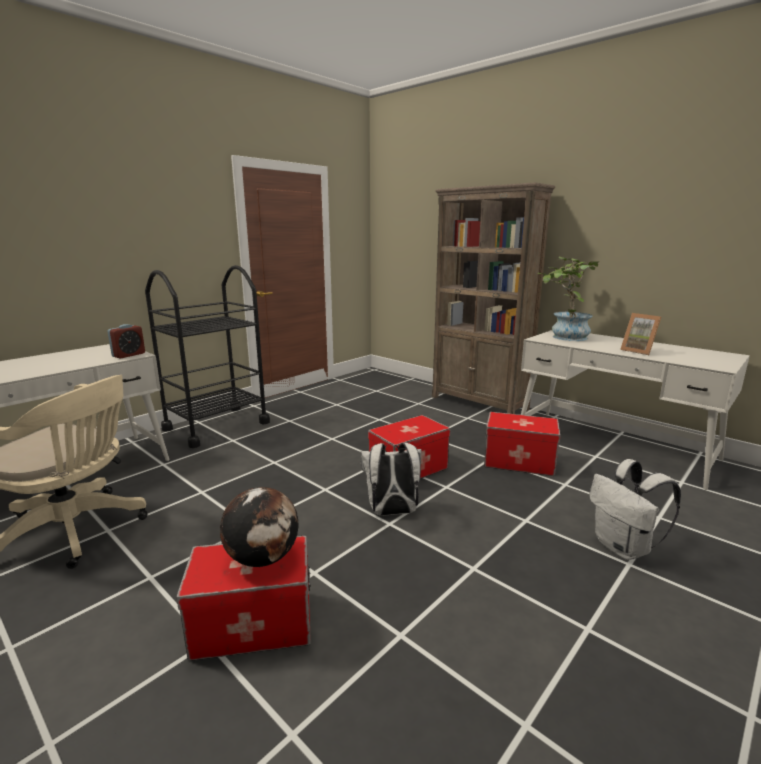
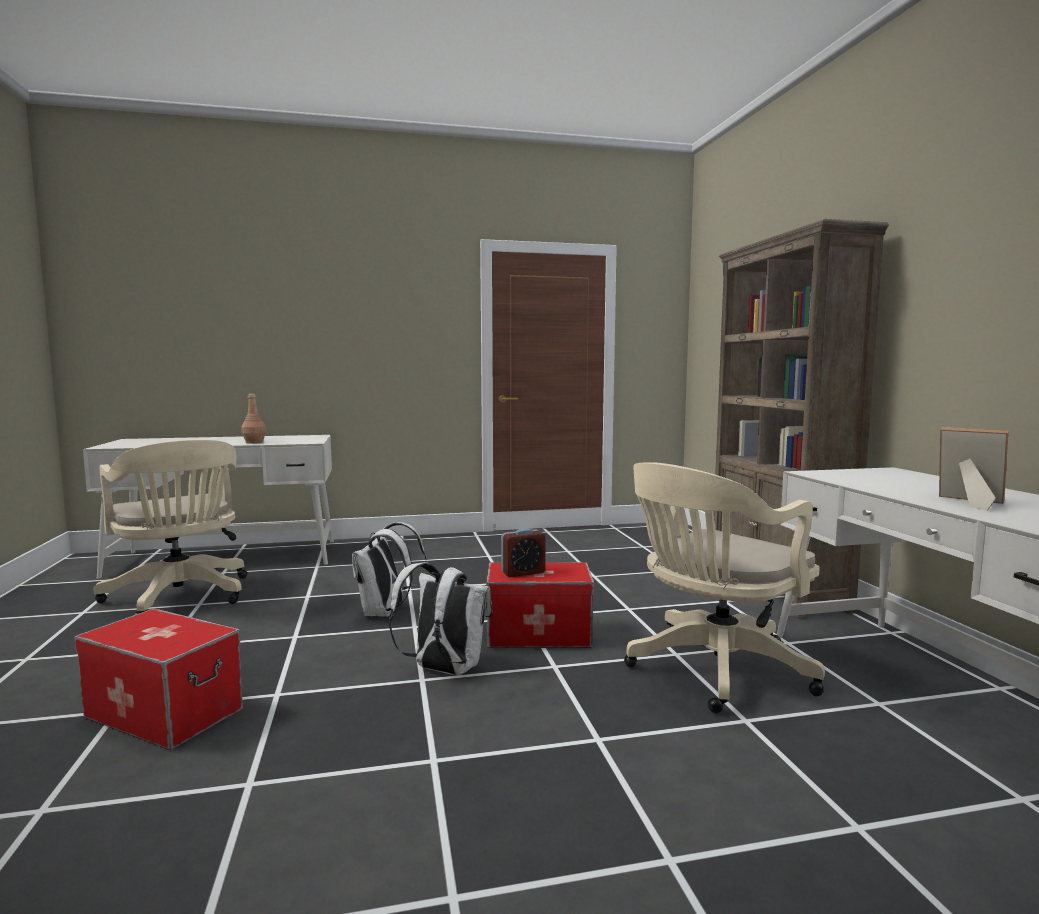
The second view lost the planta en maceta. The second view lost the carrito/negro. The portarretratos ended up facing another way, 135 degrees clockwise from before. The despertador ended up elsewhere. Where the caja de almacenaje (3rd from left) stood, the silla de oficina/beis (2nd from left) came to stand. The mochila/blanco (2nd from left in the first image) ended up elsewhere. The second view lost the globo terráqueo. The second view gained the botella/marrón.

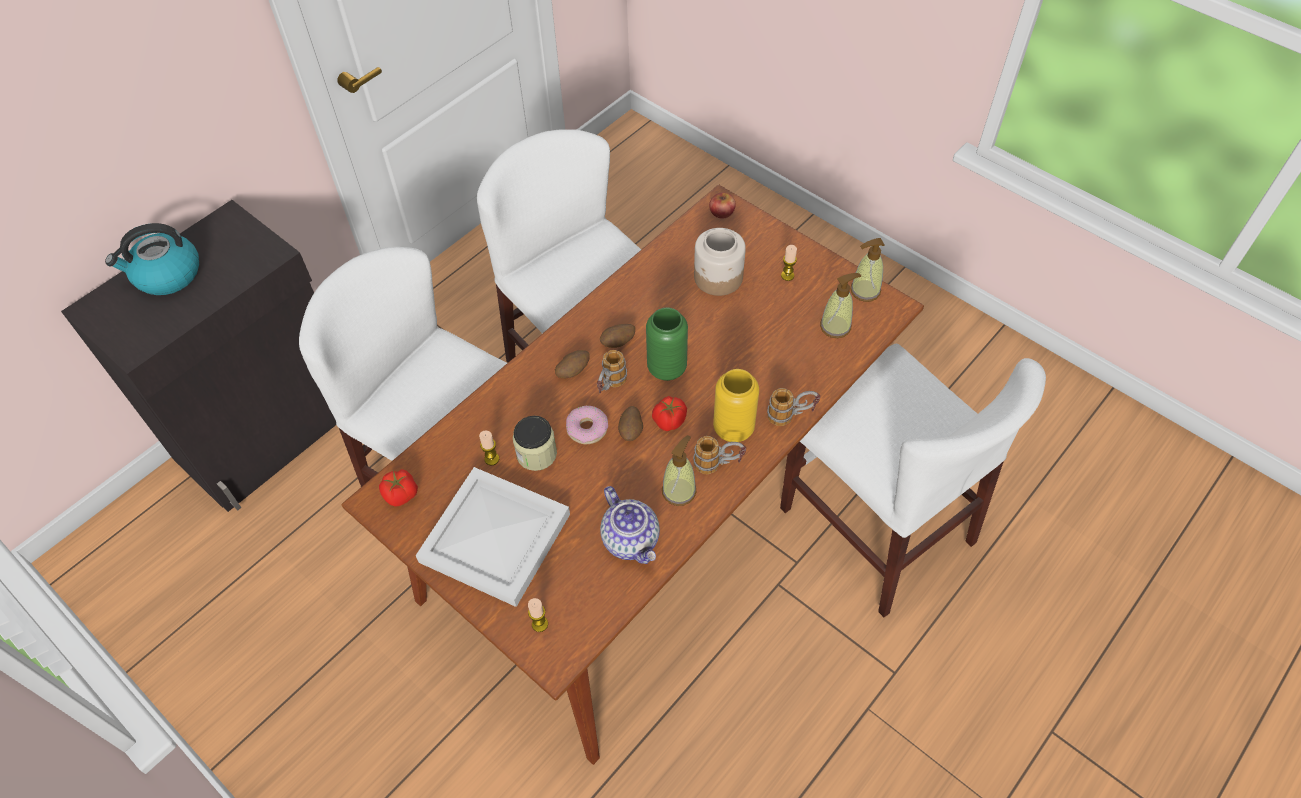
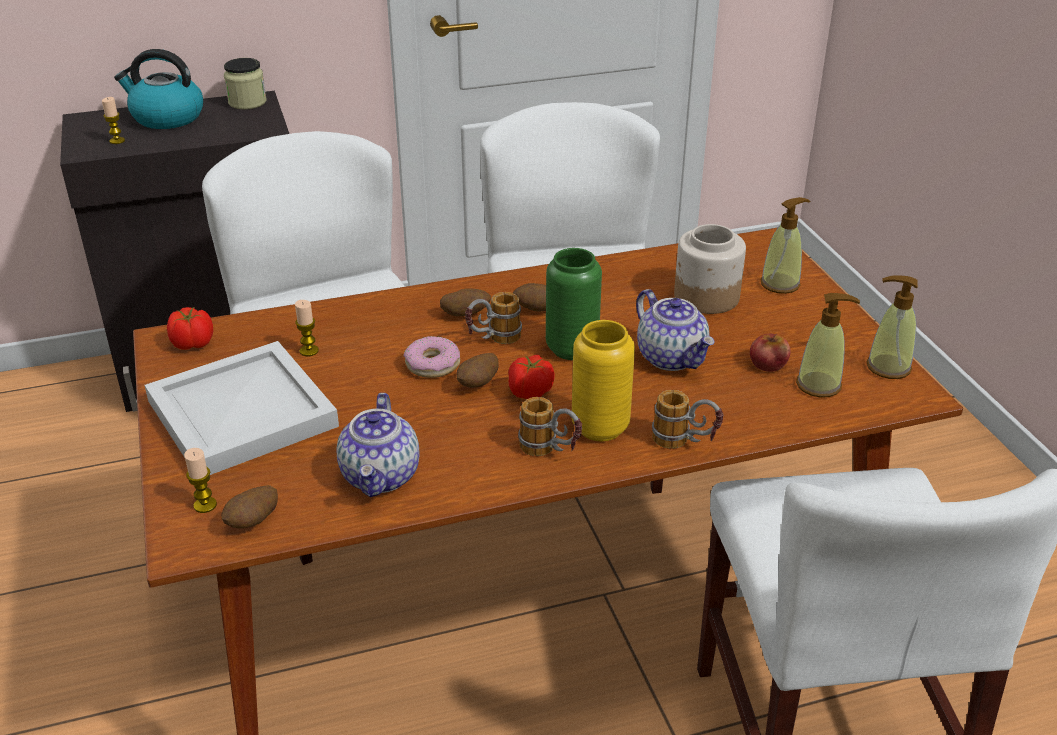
The manzana ended up elsewhere. The vela (3rd from left in the first image) ended up elsewhere. The tarro (1st from left) ended up elsewhere. The dispensador de jabón (1st from left) ended up elsewhere. The second view gained the tetera (2nd from left). The second view gained the patata (1st from left).

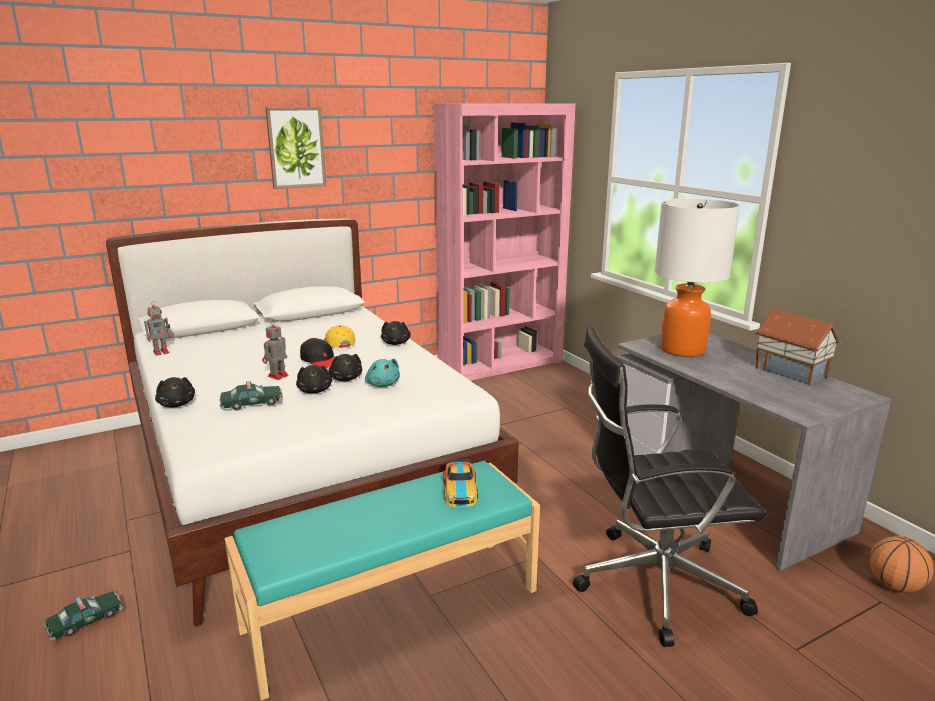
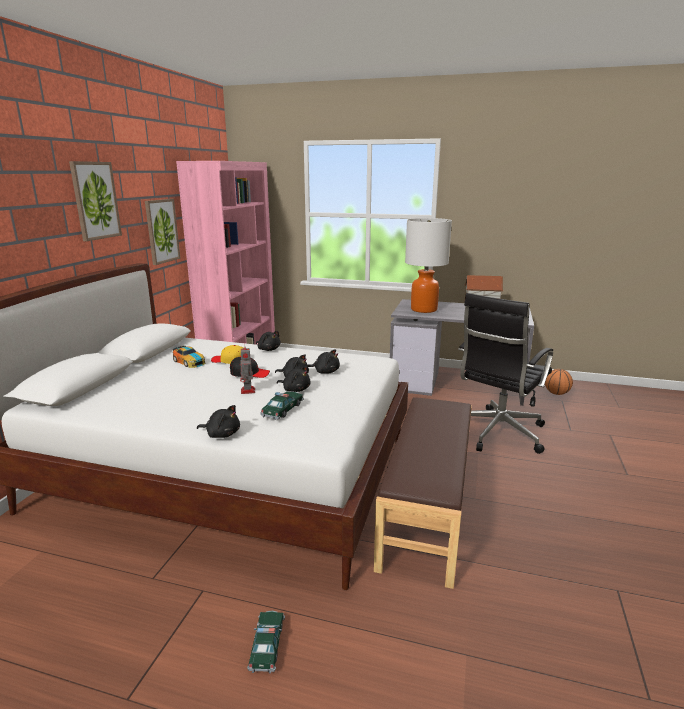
The second view lost the robot de juguete (1st from left). What was the peluche/turquesa turned into the peluche/negro (5th from left). The coche de juguete (3rd from left in the first image) ended up elsewhere. What was the banco/turquesa turned into the banco/marrón. The second view gained the cuadro (2nd from left).

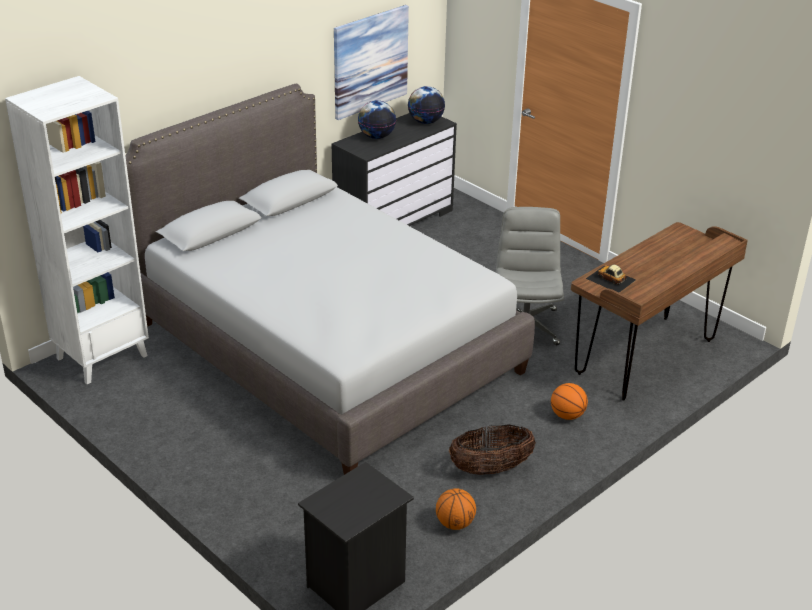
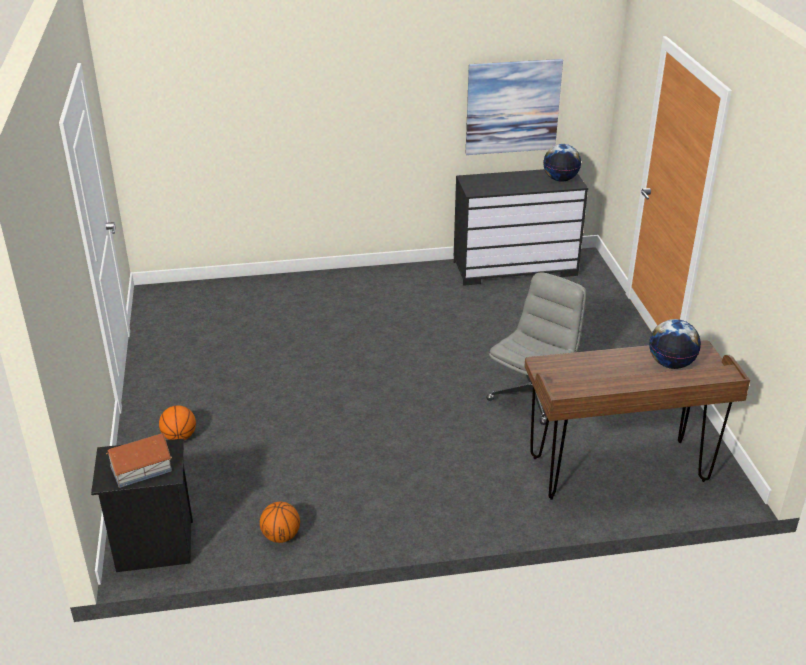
The second view lost the estantería/blanco. The second view lost the cama/gris. The globo terráqueo (1st from left in the first image) ended up elsewhere. The second view lost the coche de juguete. The balón de baloncesto (2nd from left in the first image) ended up elsewhere. The second view lost the cesta. The second view gained the casita.

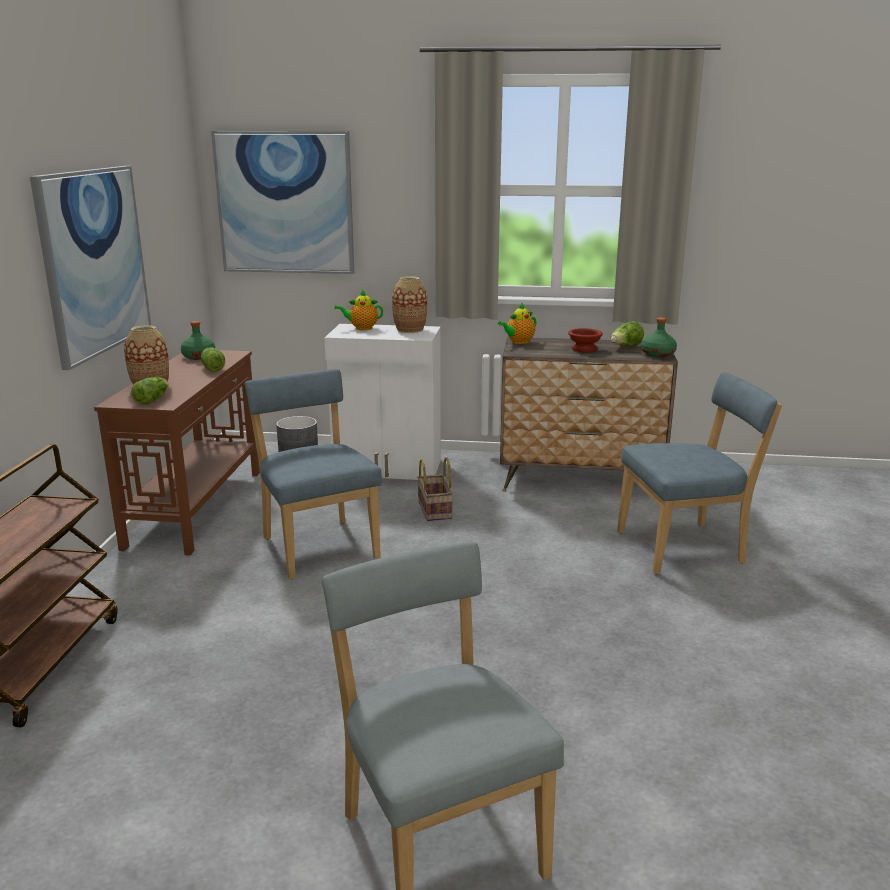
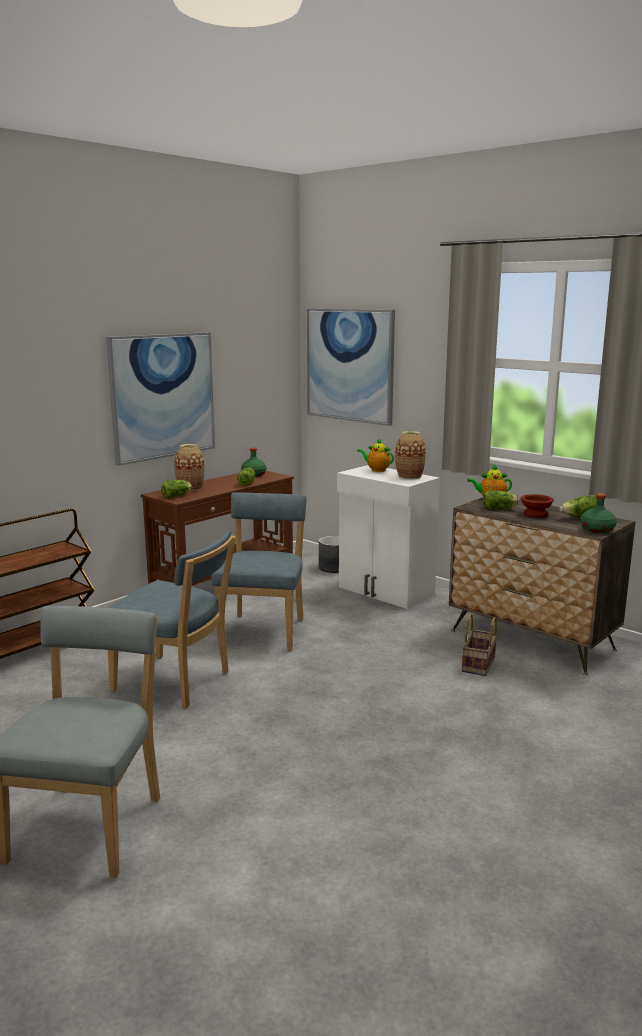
The silla/azul (2nd from left in the first image) ended up elsewhere. The cesta ended up elsewhere. The second view gained the lechuga (3rd from left).

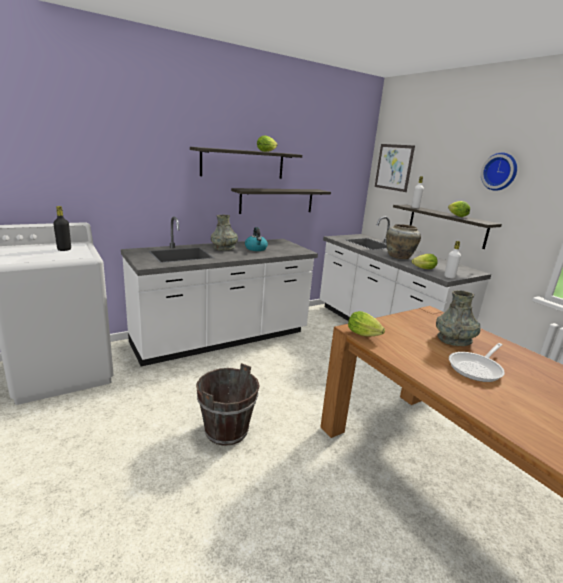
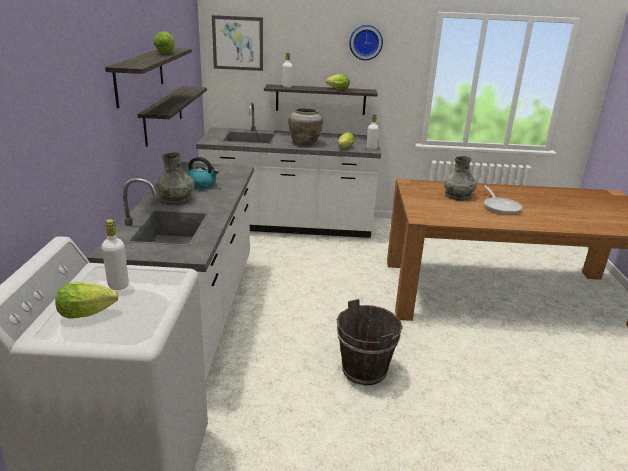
What was the botella/negro turned into the botella/blanco (1st from left). The lechuga (2nd from left in the first image) ended up elsewhere.

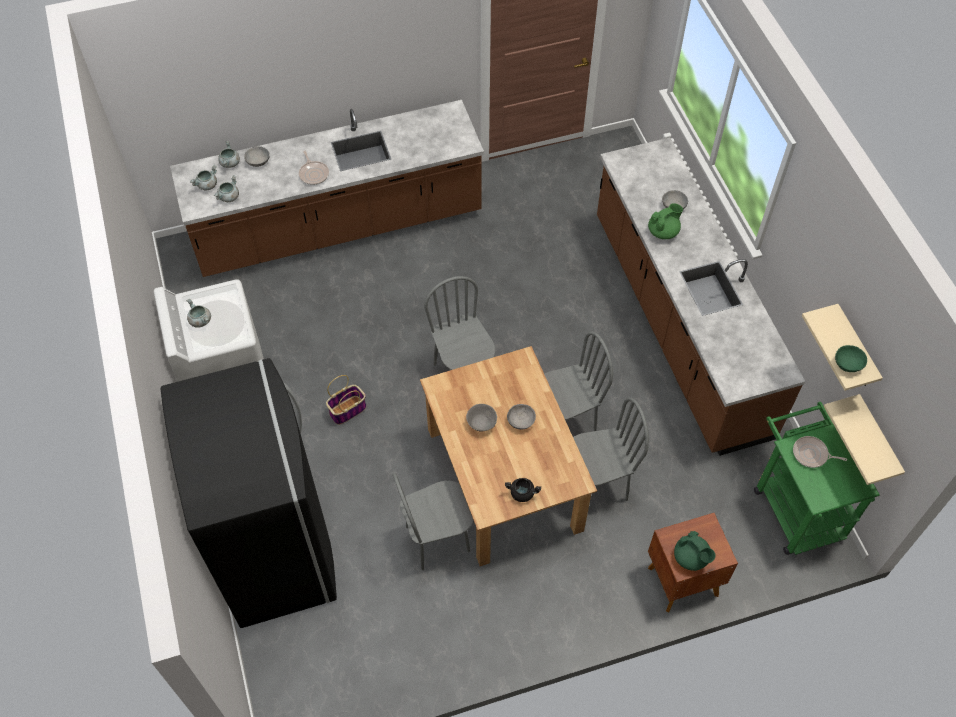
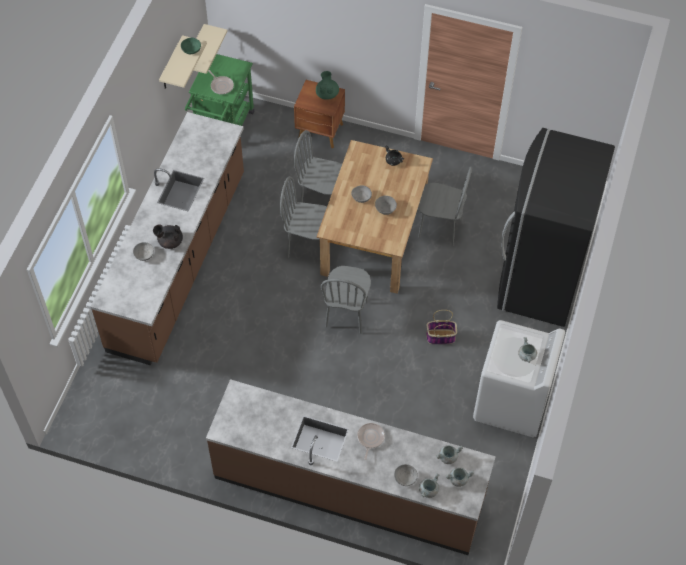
What was the tetera/verde (1st from left) turned into the tetera/negro.

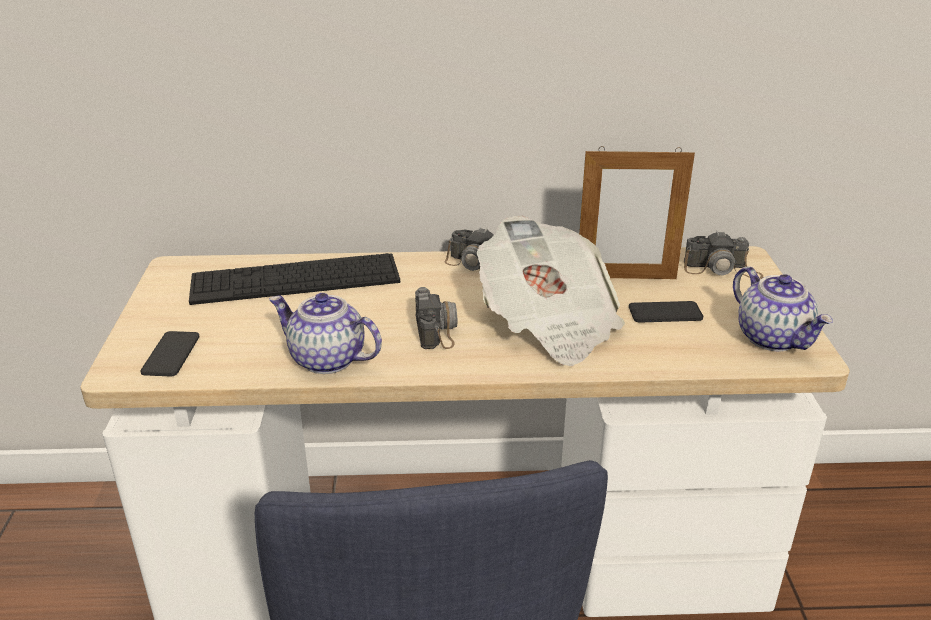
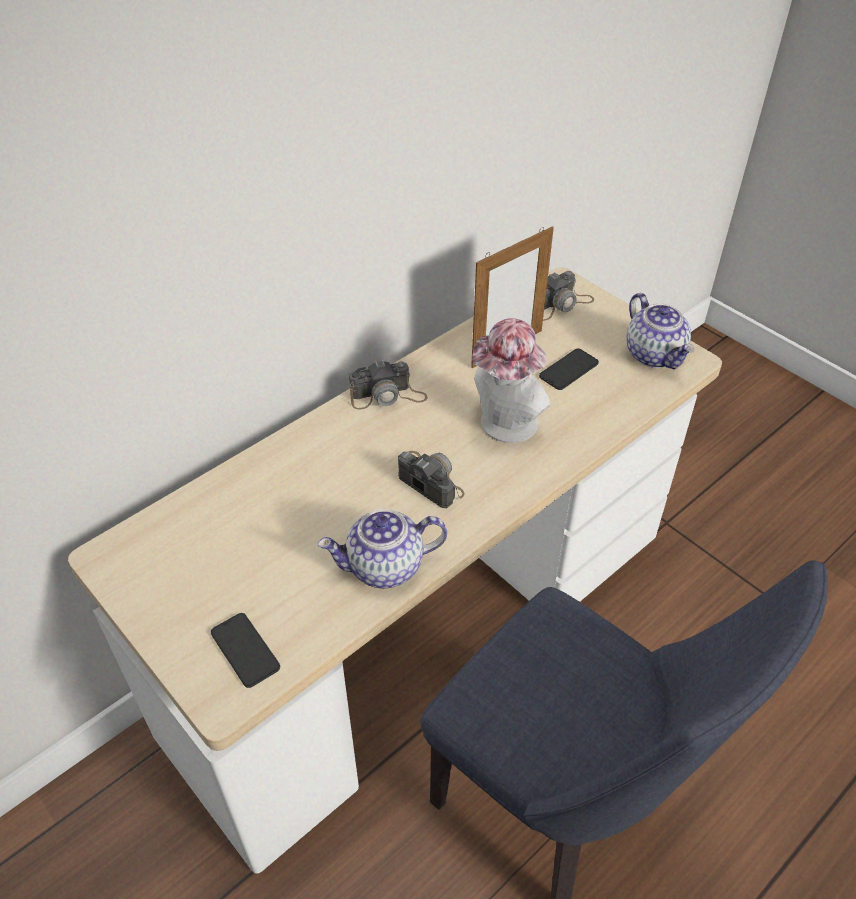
Where the periódico stood, the sombrero came to stand. The second view lost the teclado. The tetera (2nd from left) ended up facing another way, 45 degrees clockwise from before.

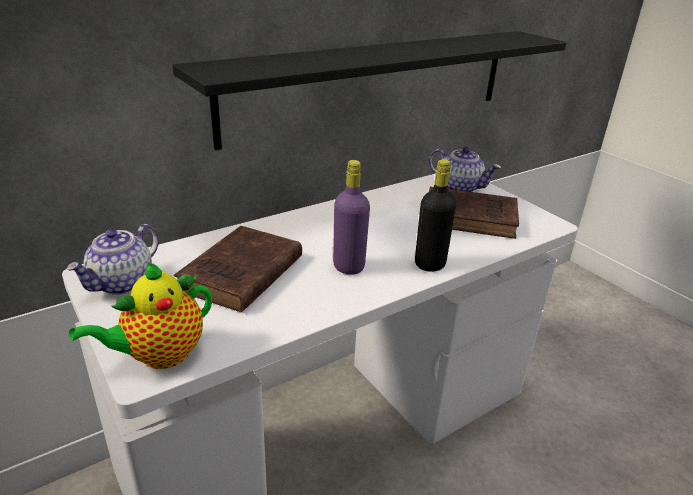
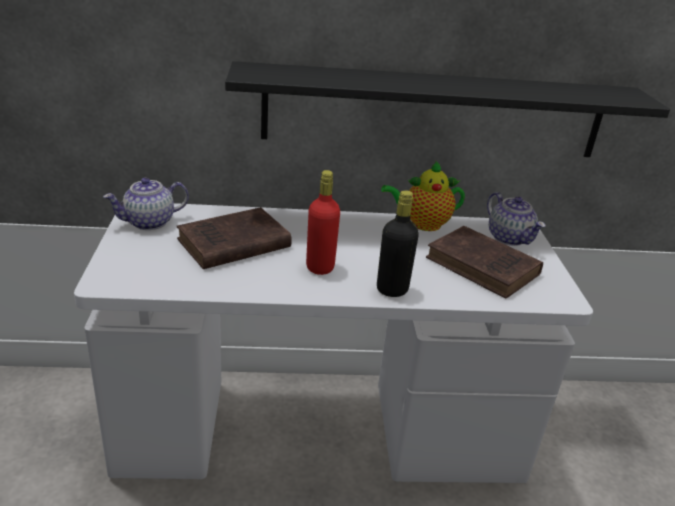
What was the botella/morado turned into the botella/rojo. The tetera (2nd from left) ended up elsewhere.

